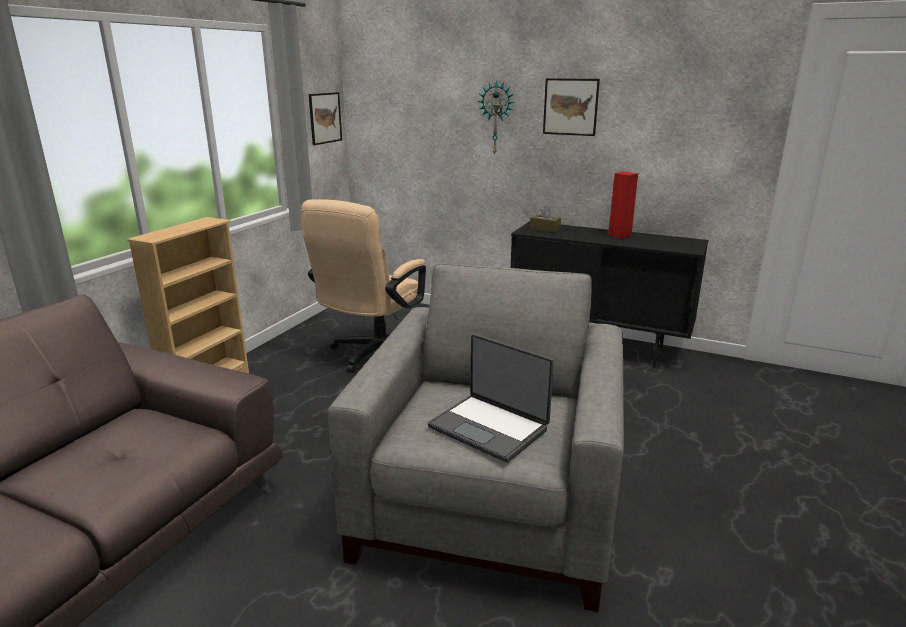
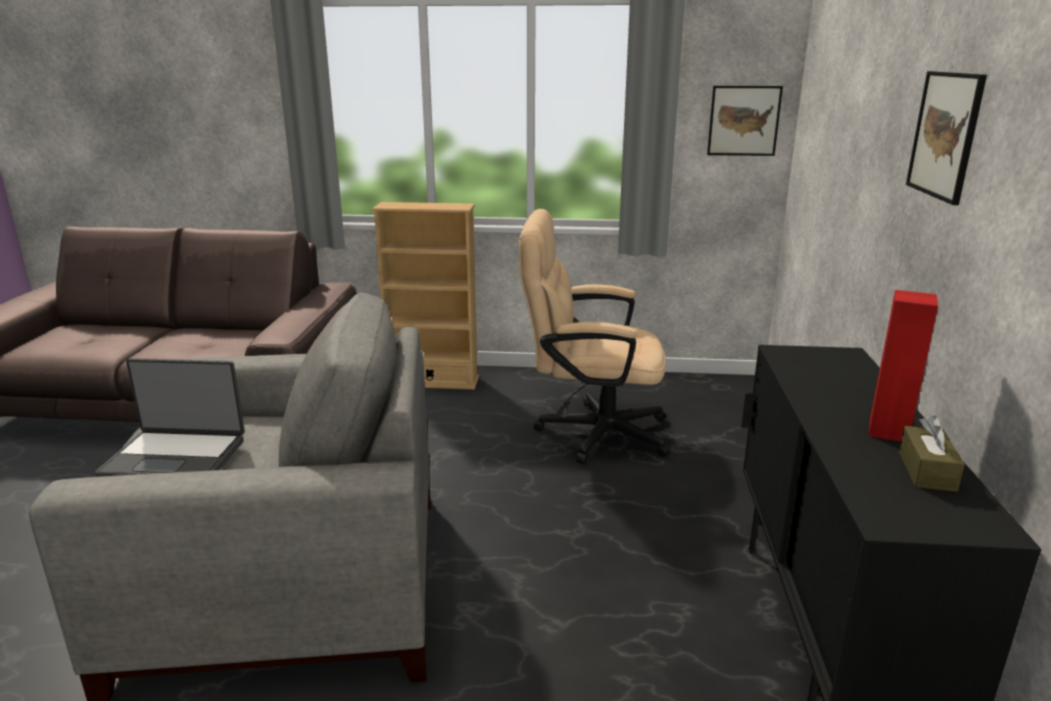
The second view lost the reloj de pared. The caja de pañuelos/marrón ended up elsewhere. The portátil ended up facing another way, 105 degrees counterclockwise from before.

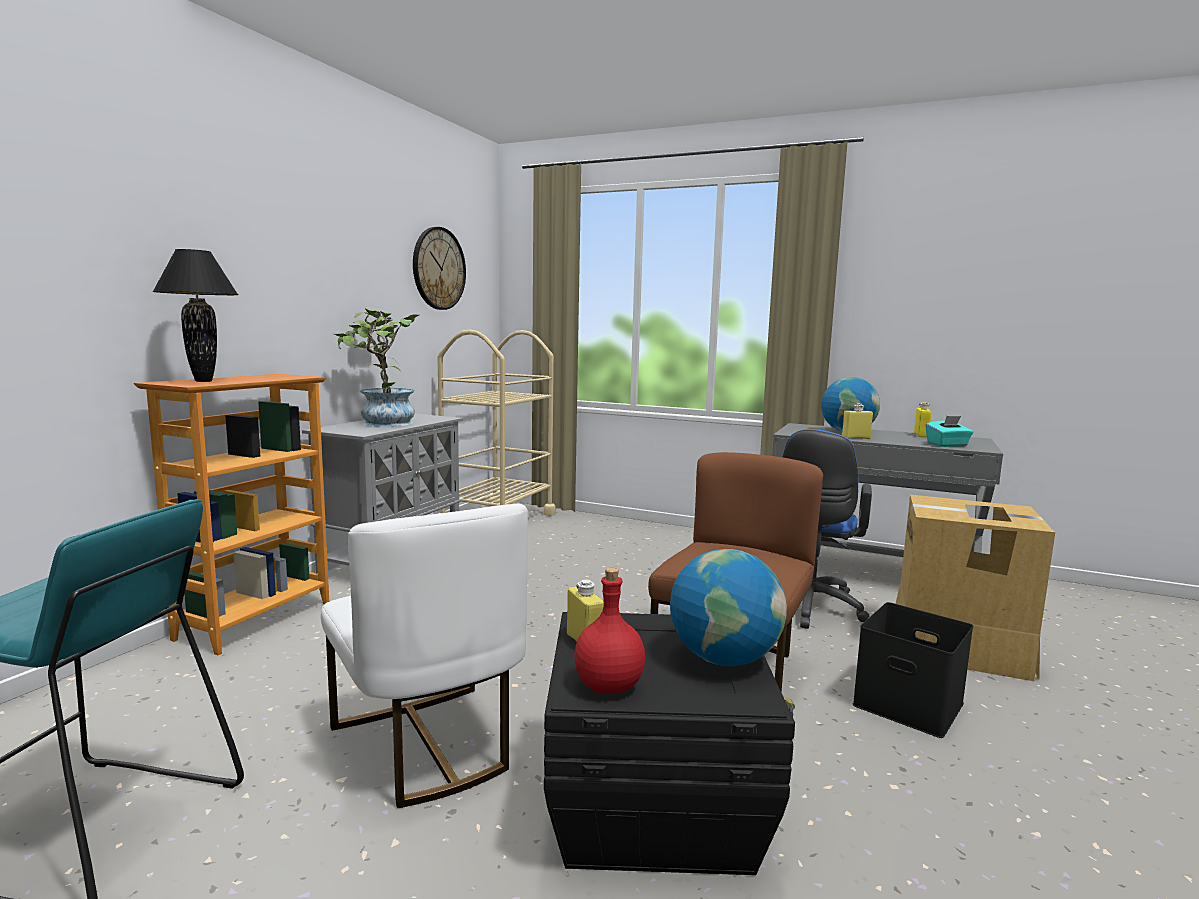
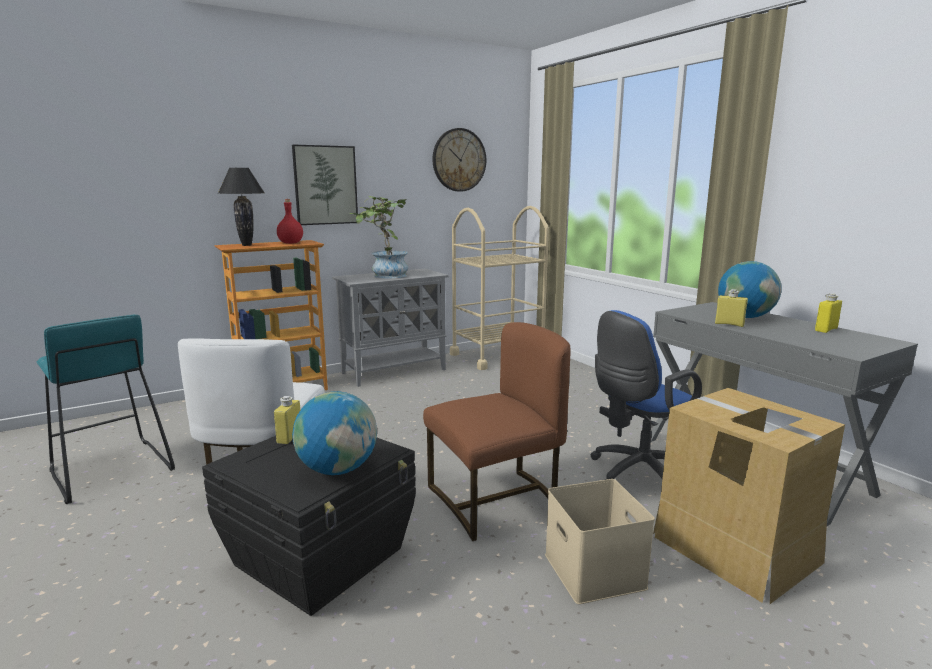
The second view lost the caja de pañuelos/turquesa. The botella/rojo ended up elsewhere. What was the caja de almacenaje/negro (2nd from left) turned into the caja de almacenaje/beis. The second view gained the cuadro.

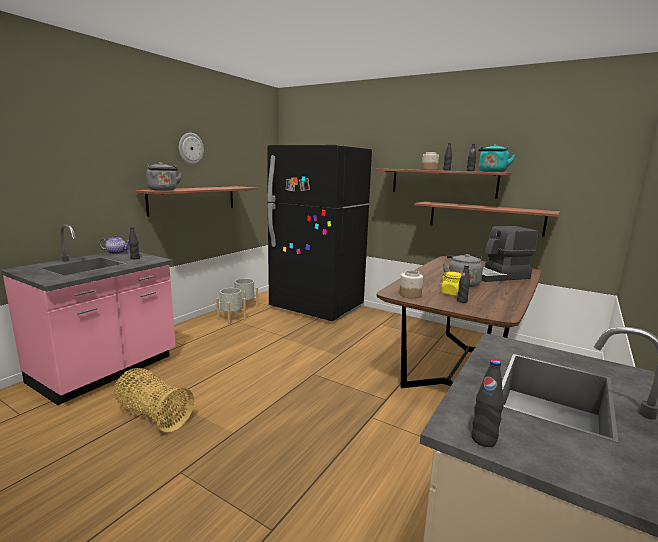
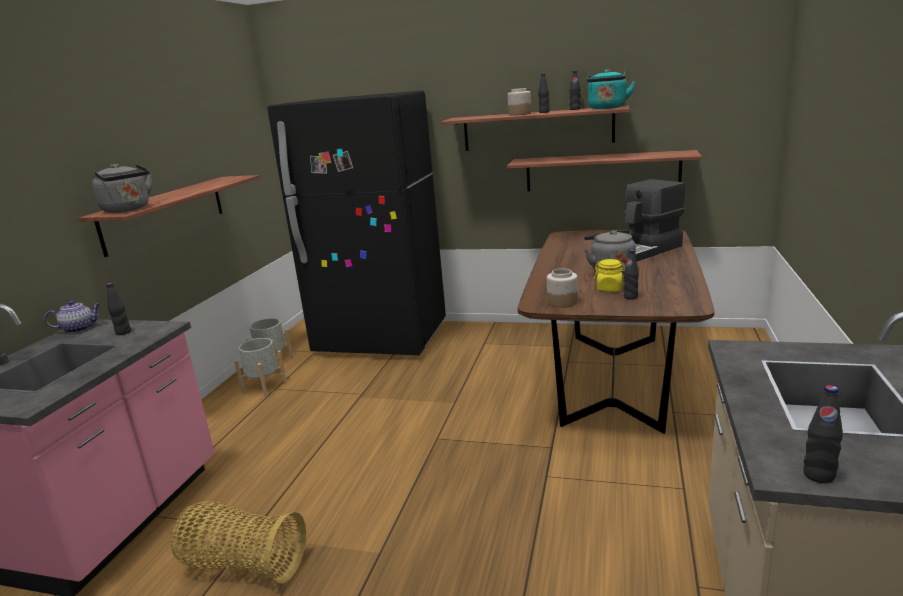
The second view lost the reloj de pared.

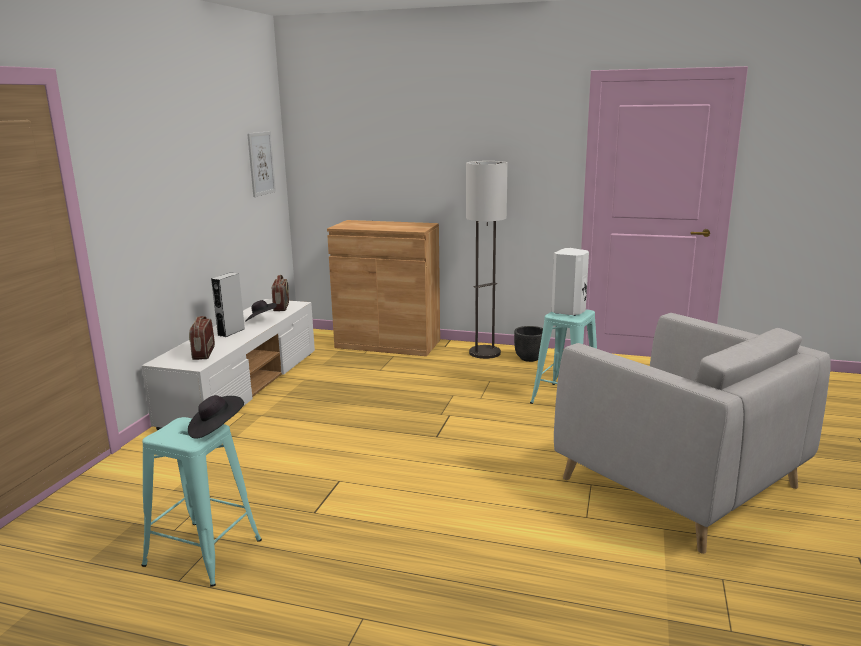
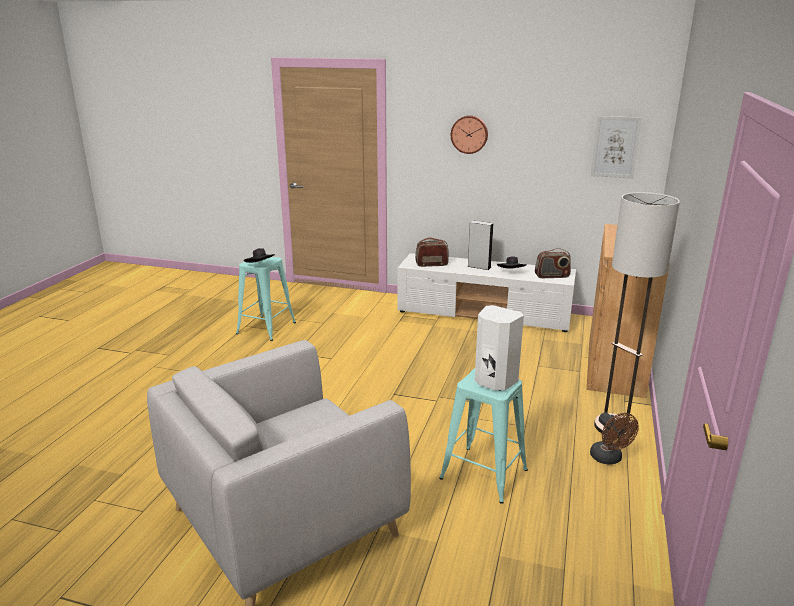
Where the maceta/negro stood, the ventilador/marrón came to stand. The second view gained the reloj de pared.

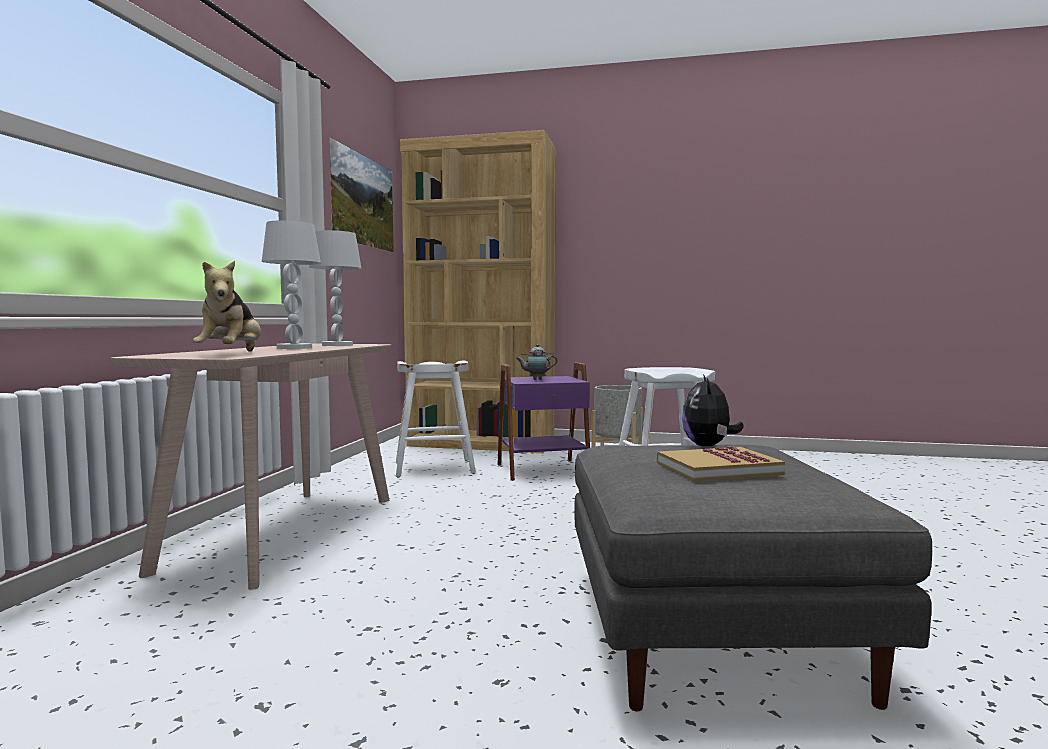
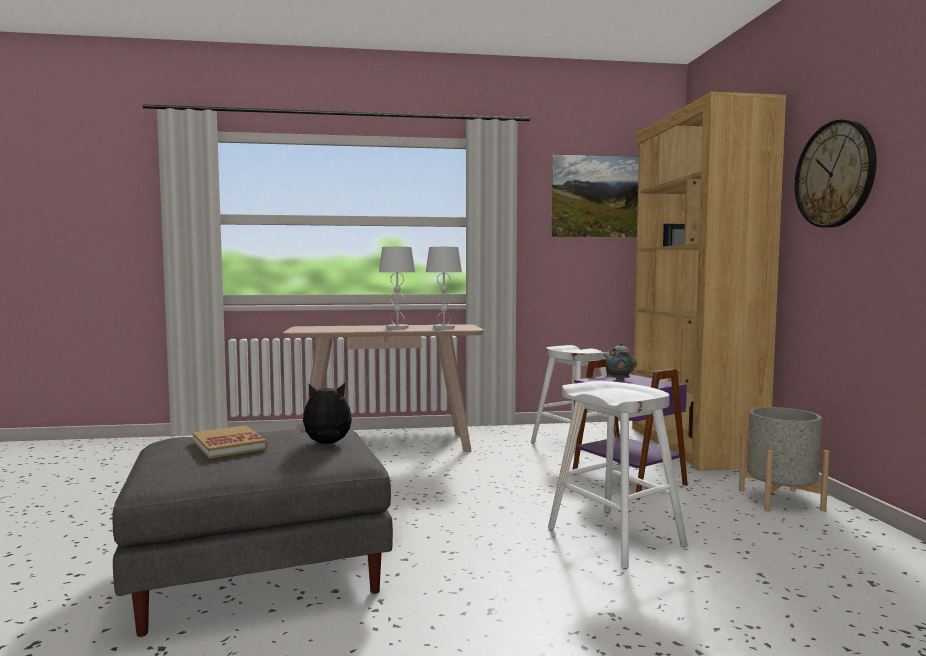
The second view lost the peluche (1st from left). The second view gained the reloj de pared.

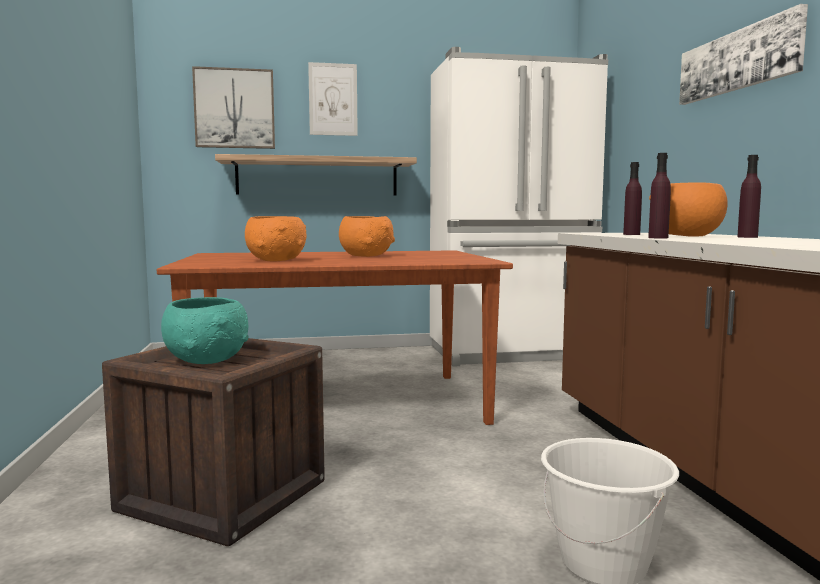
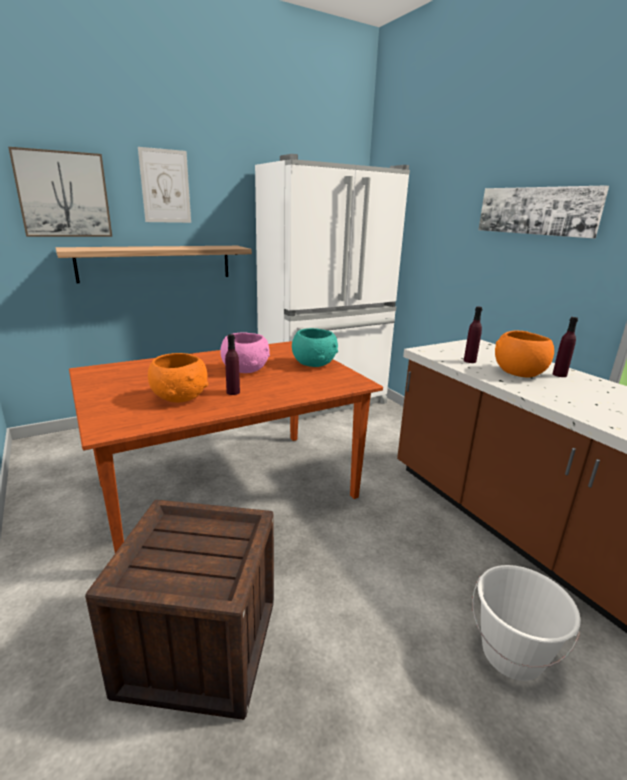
The botella/morado (2nd from left in the first image) ended up elsewhere. What was the cuenco/naranja (2nd from left) turned into the cuenco/rosa. The cuenco/turquesa ended up elsewhere.

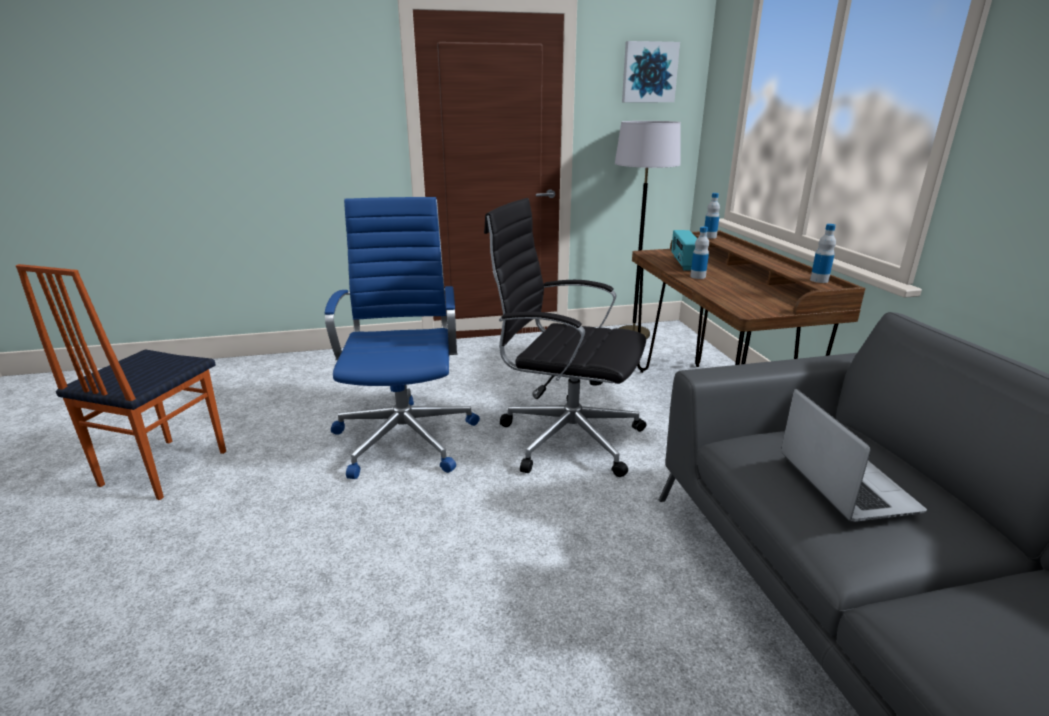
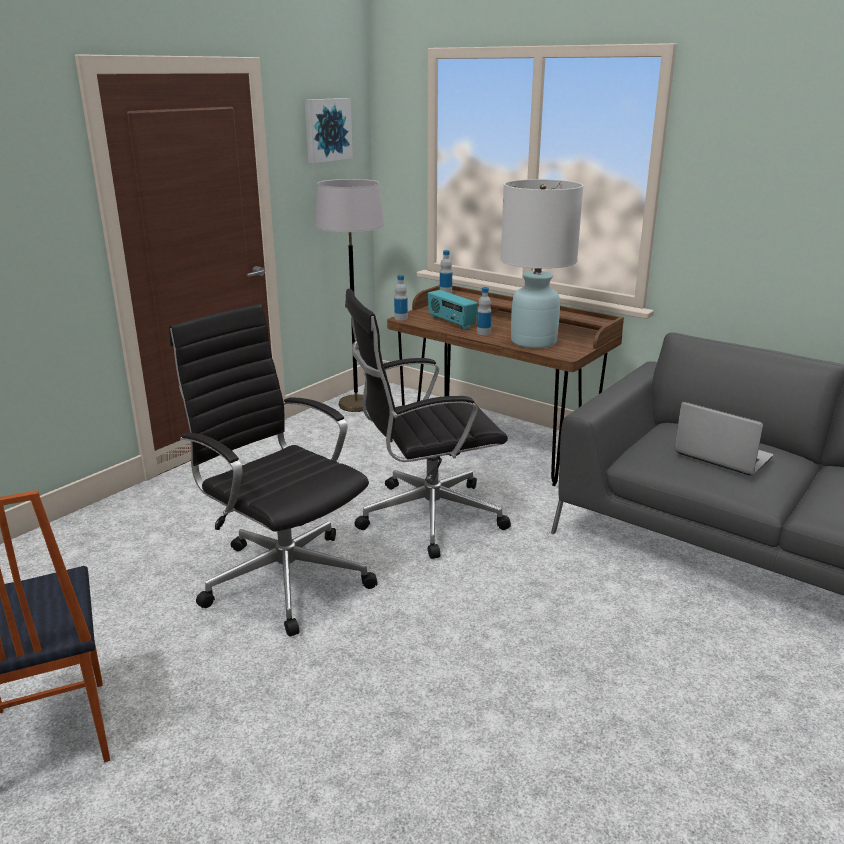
What was the silla de oficina/azul turned into the silla de oficina/negro (1st from left). The botella (3rd from left in the first image) ended up elsewhere. The second view gained the lámpara de mesa/blanco.

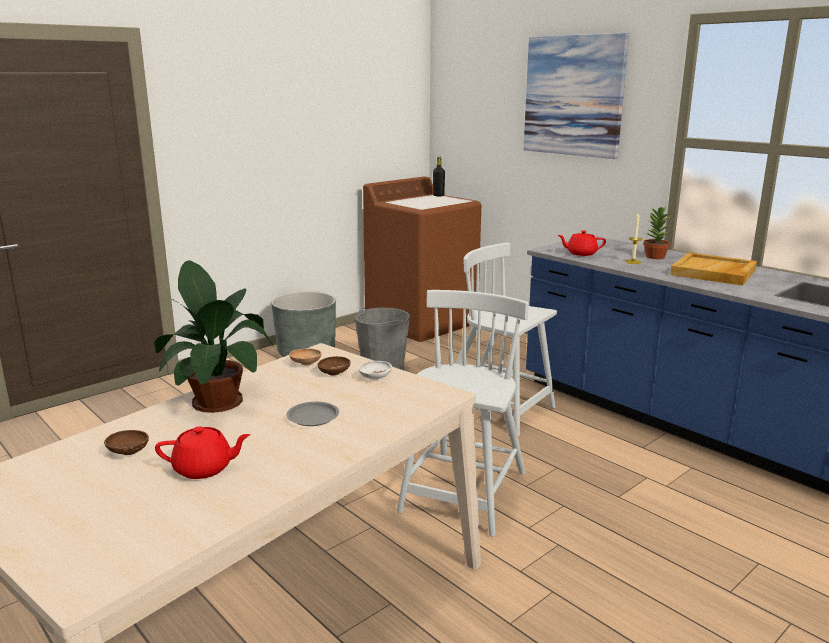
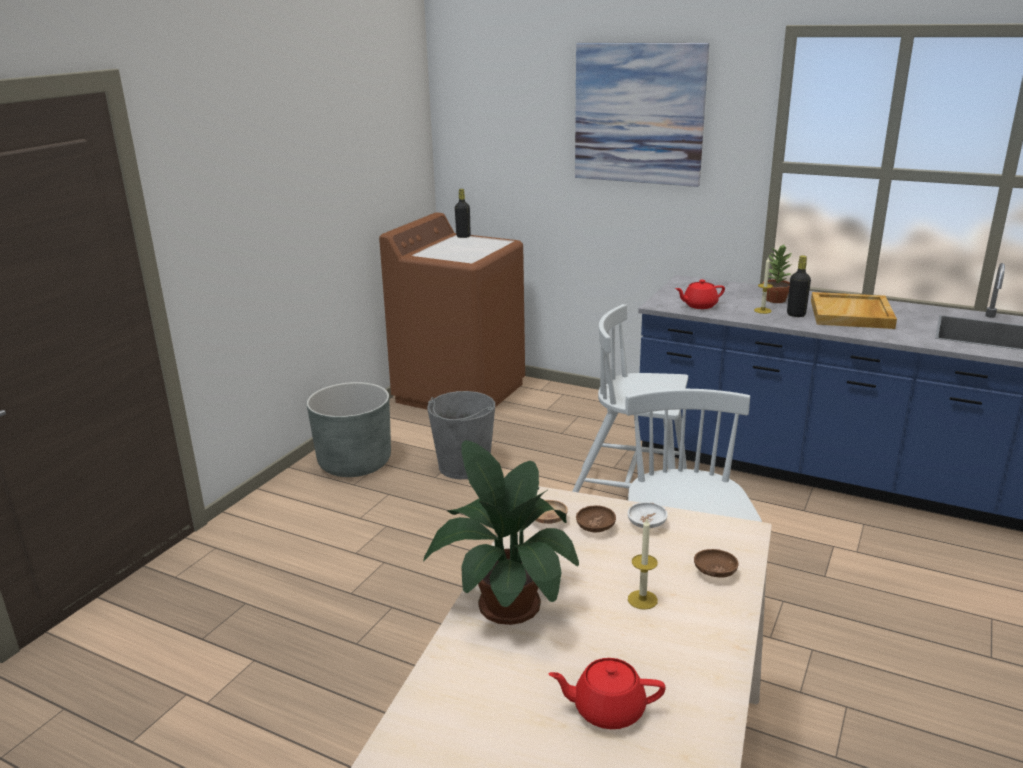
Where the plato/gris stood, the vela (1st from left) came to stand. The tetera/rojo (1st from left) ended up facing another way, 150 degrees counterclockwise from before. The cuenco/marrón (1st from left in the first image) ended up elsewhere. The second view gained the botella/negro (2nd from left).

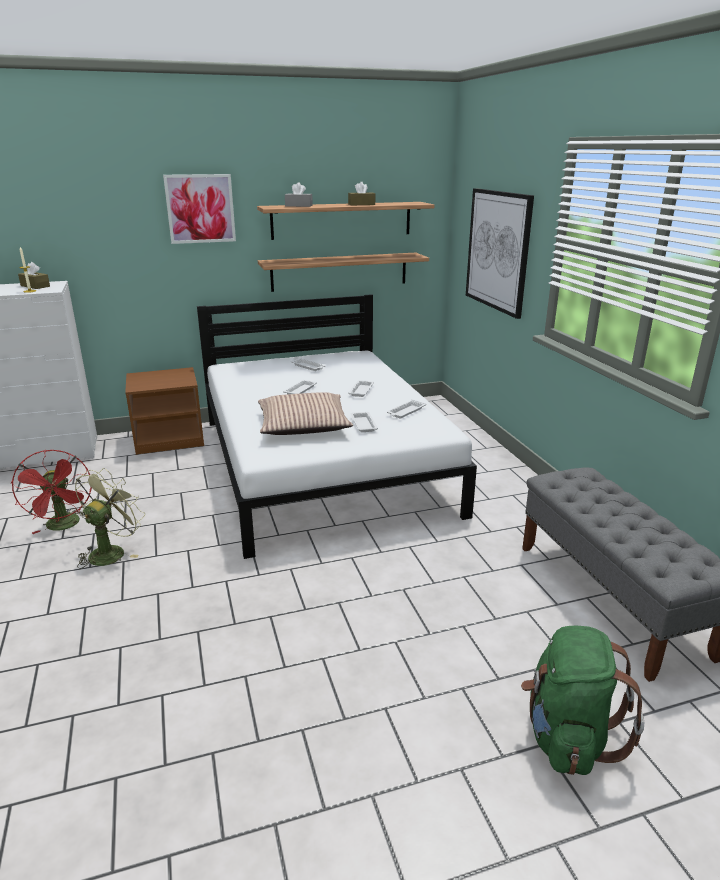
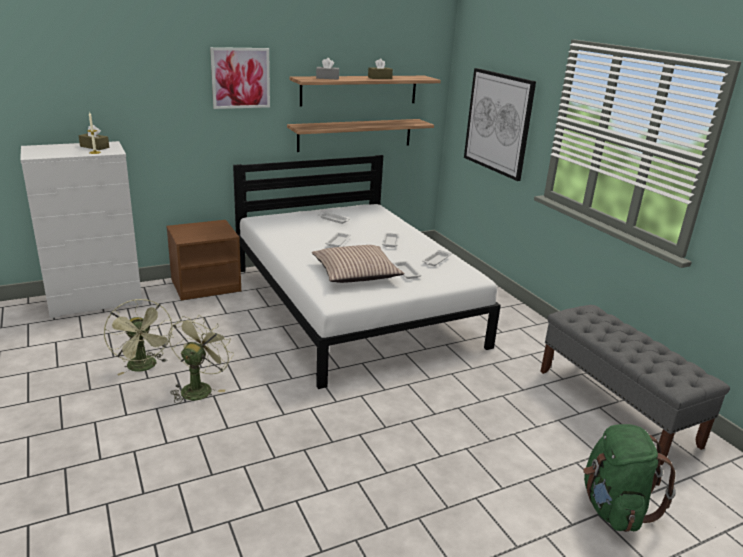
What was the ventilador/rojo turned into the ventilador/verde (1st from left).

